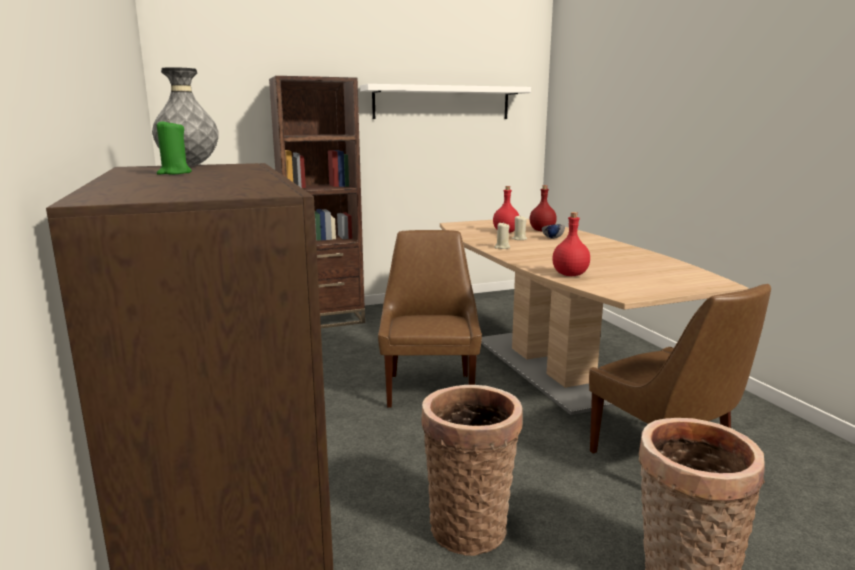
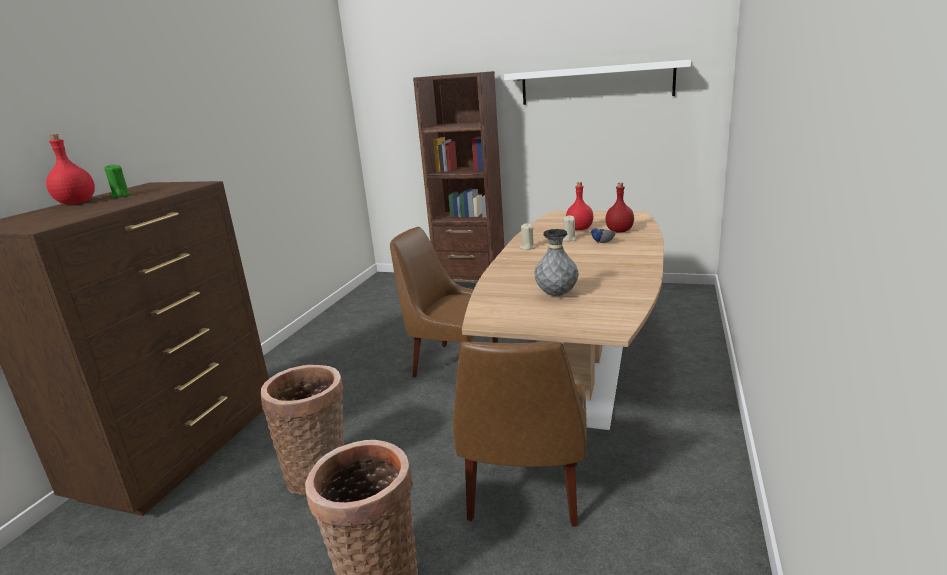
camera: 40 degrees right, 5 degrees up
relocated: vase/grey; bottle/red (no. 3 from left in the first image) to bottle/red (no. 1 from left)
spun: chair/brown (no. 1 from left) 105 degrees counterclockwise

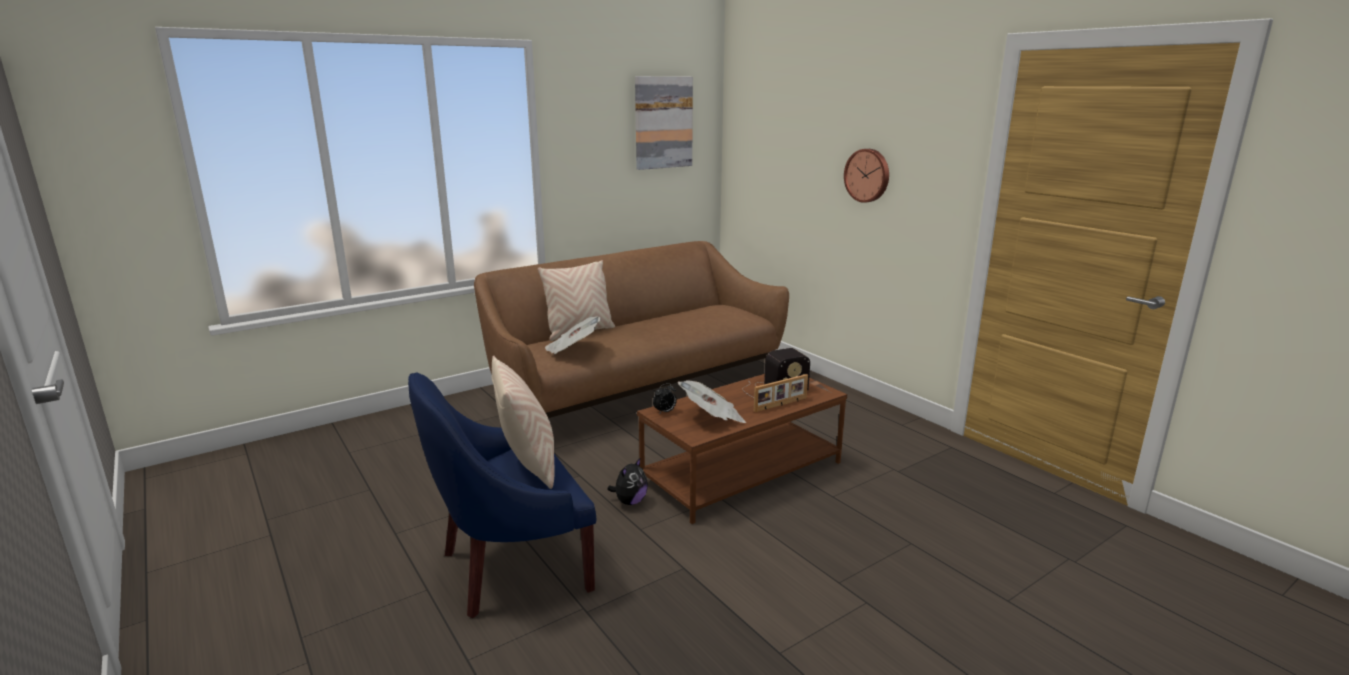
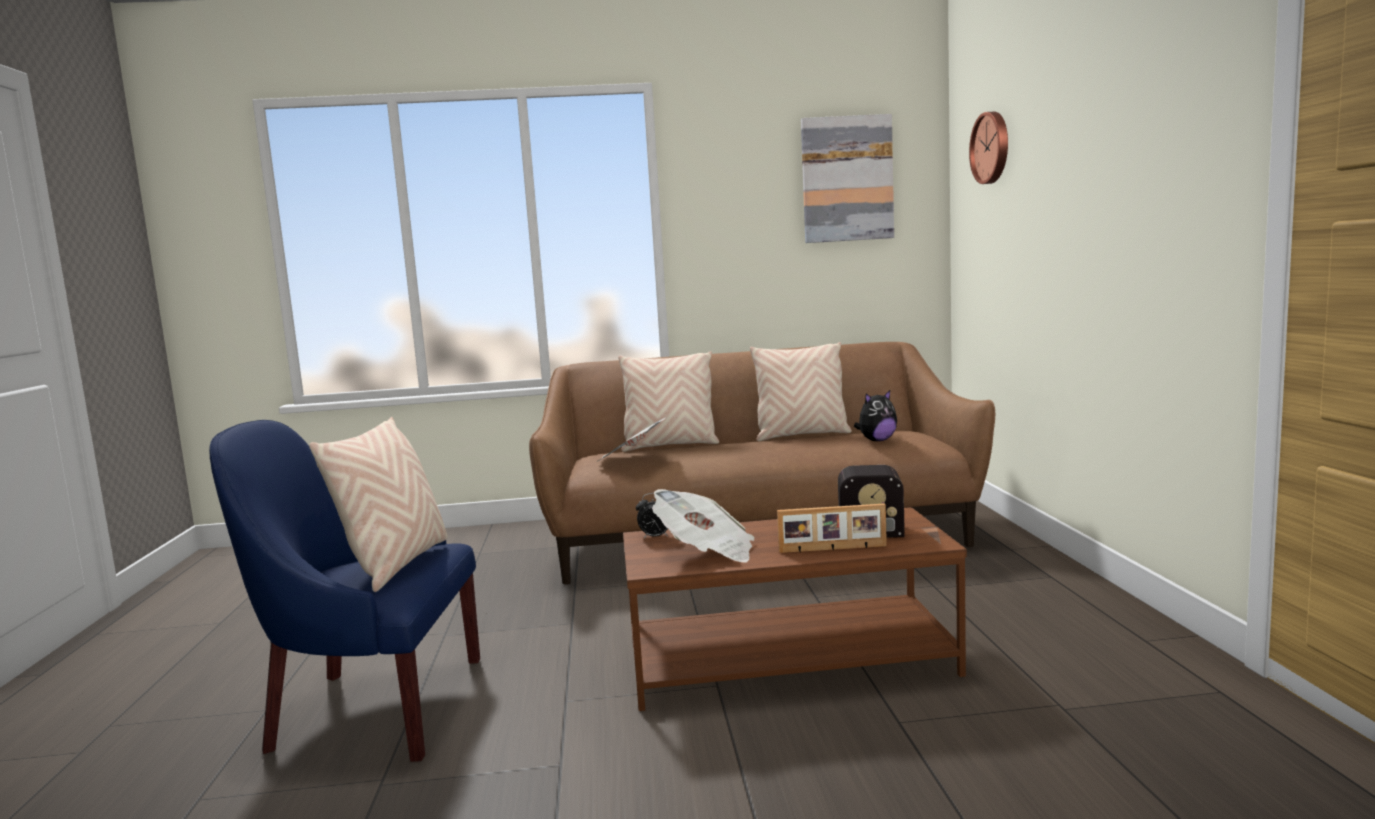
camera: 30 degrees right, 10 degrees down
appeared: pillow/beige (no. 3 from left)
relocated: plush toy; wall clock

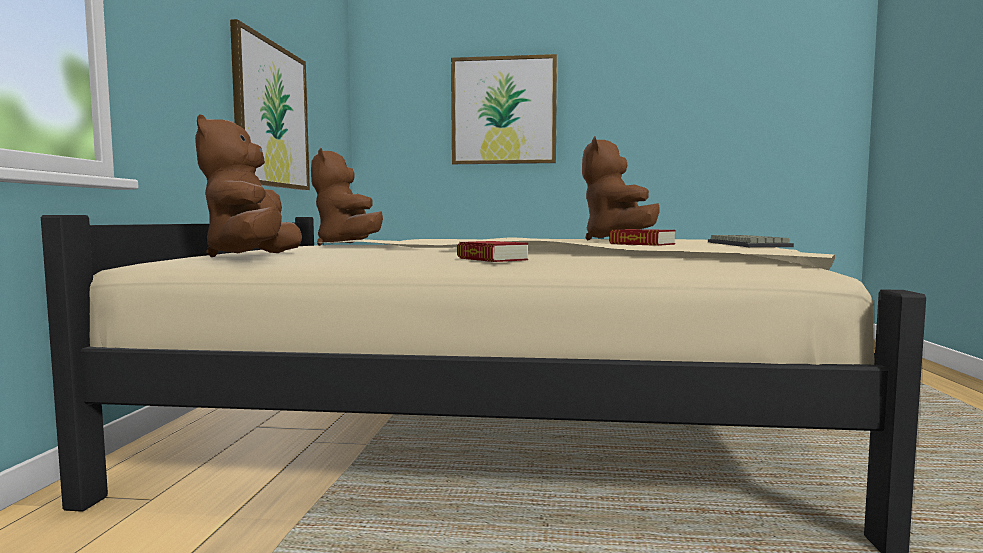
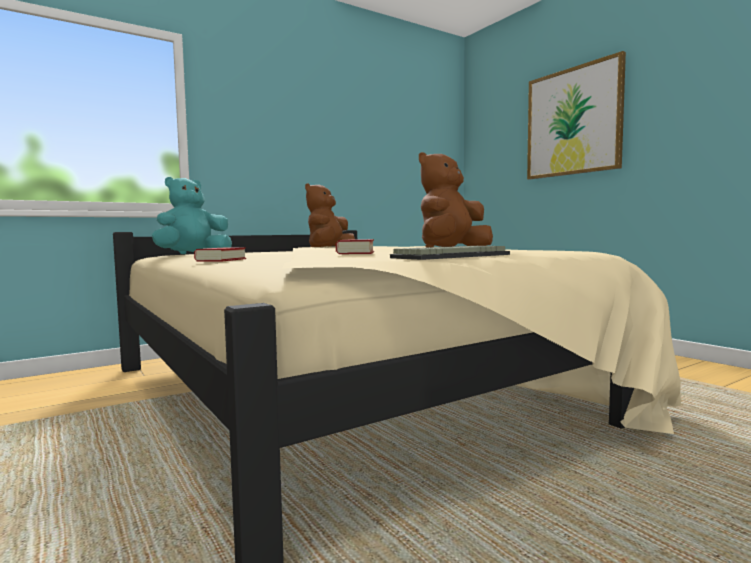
camera: 50 degrees right, 0 degrees up
missing: picture (no. 1 from left)
colour: plush toy/brown (no. 1 from left) to plush toy/turquoise

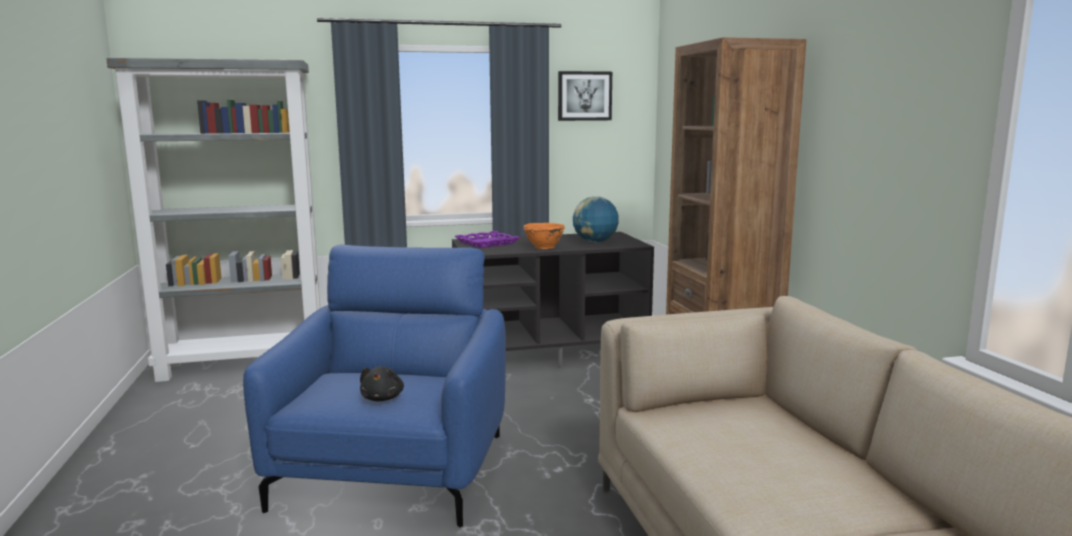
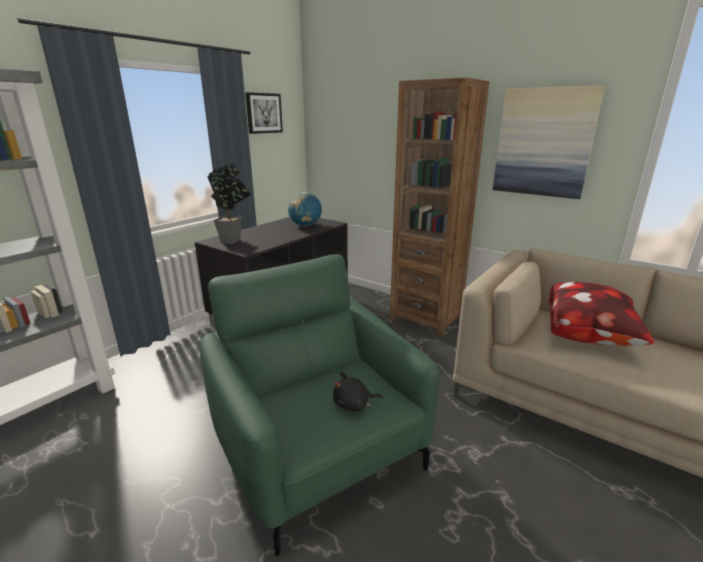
camera: 40 degrees left, 10 degrees up
missing: bowl/orange
appeared: picture (no. 2 from left); pillow
exchanged: tray/purple to potted plant
colour: armchair/blue to armchair/green
spun: plush toy/black 120 degrees clockwise

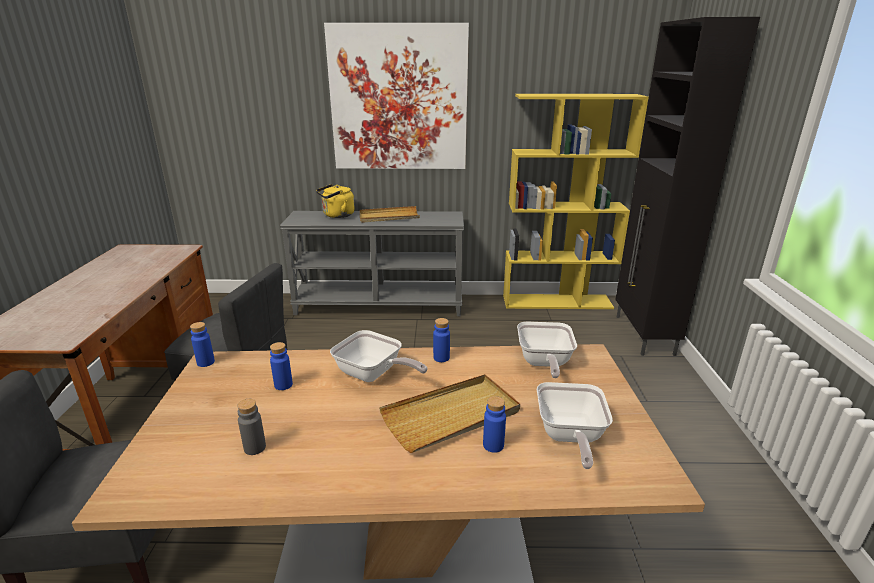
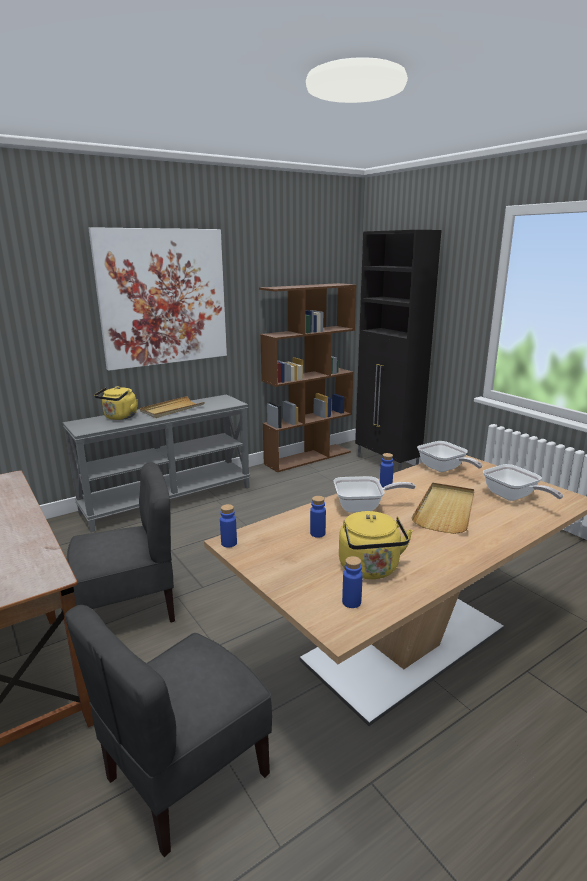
camera: 35 degrees left, 5 degrees down
relocated: bottle/blue (no. 4 from left in the first image) to bottle/blue (no. 3 from left)
exchanged: bottle/grey to kettle/yellow (no. 2 from left)
colour: bookcase/yellow to bookcase/brown

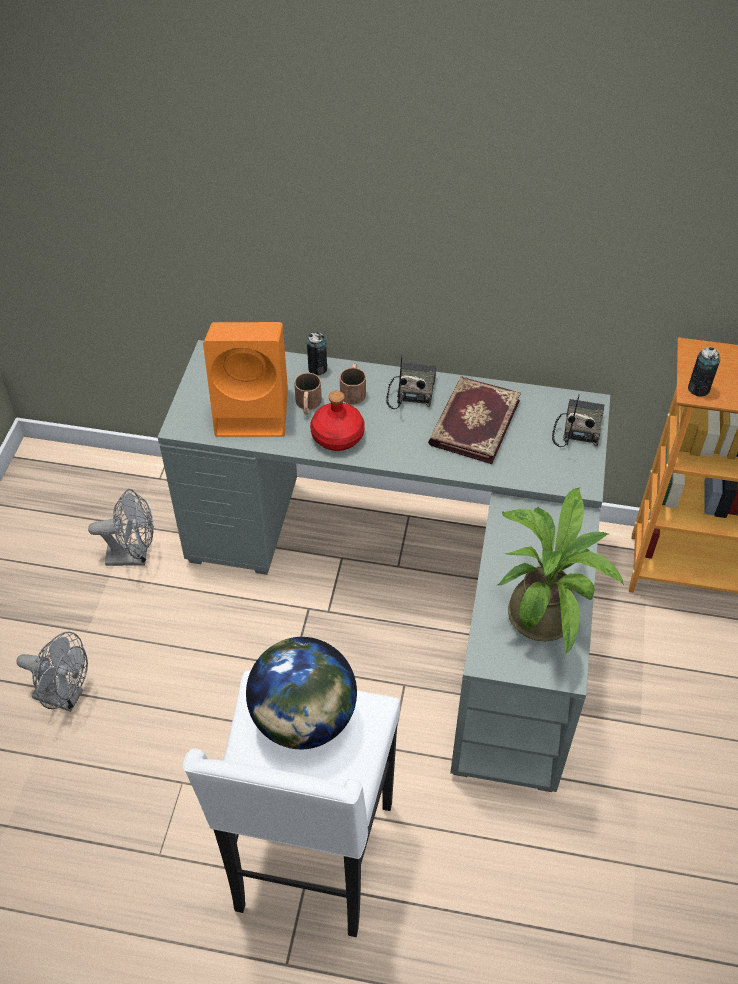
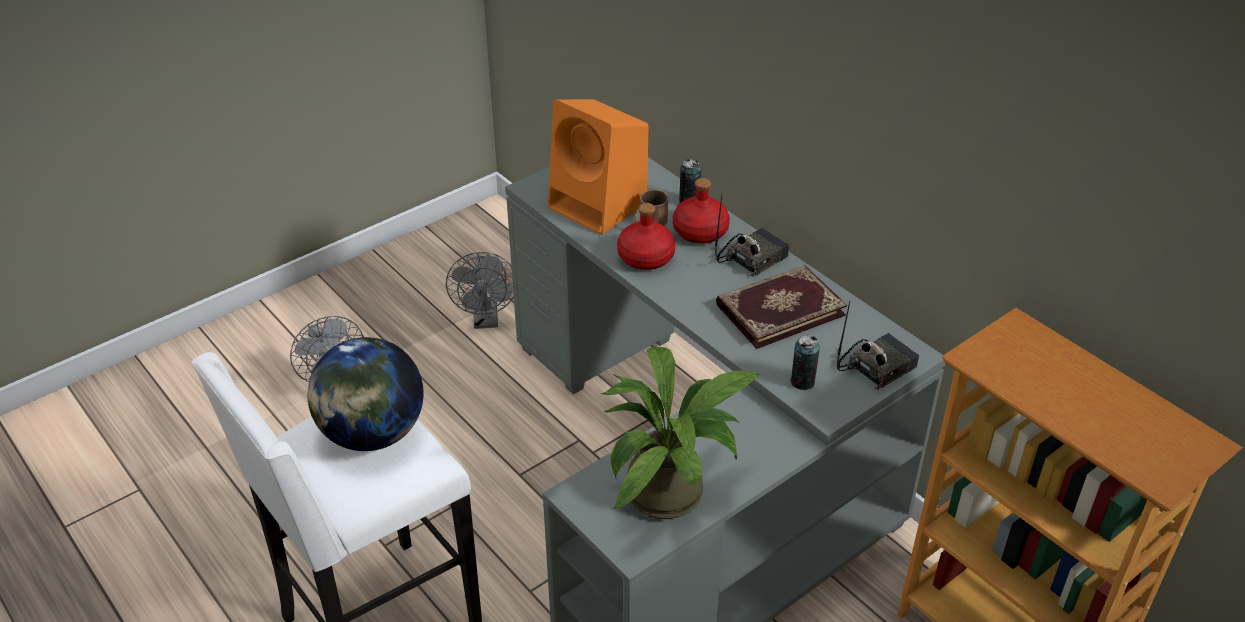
camera: 40 degrees right, 10 degrees down
relocated: can (no. 2 from left)
exchanged: mug/brown (no. 2 from left) to bottle/red (no. 2 from left)
spun: fan/grey (no. 2 from left) 45 degrees clockwise

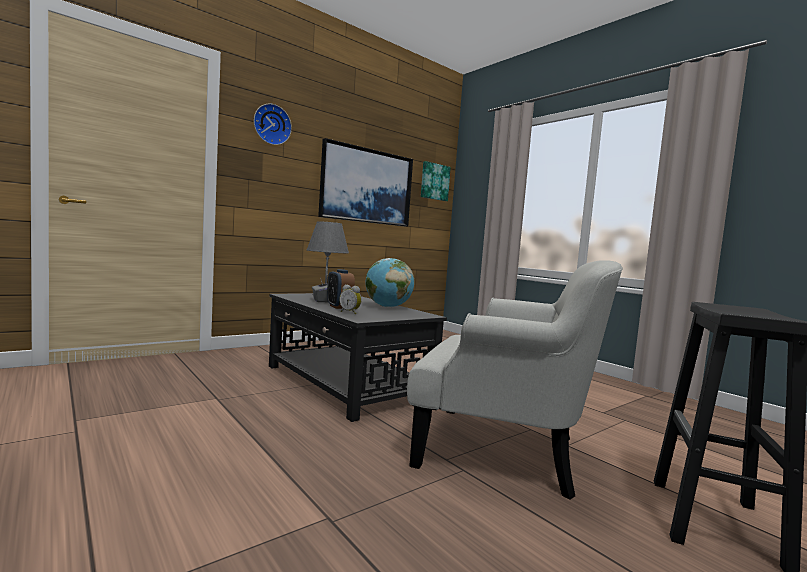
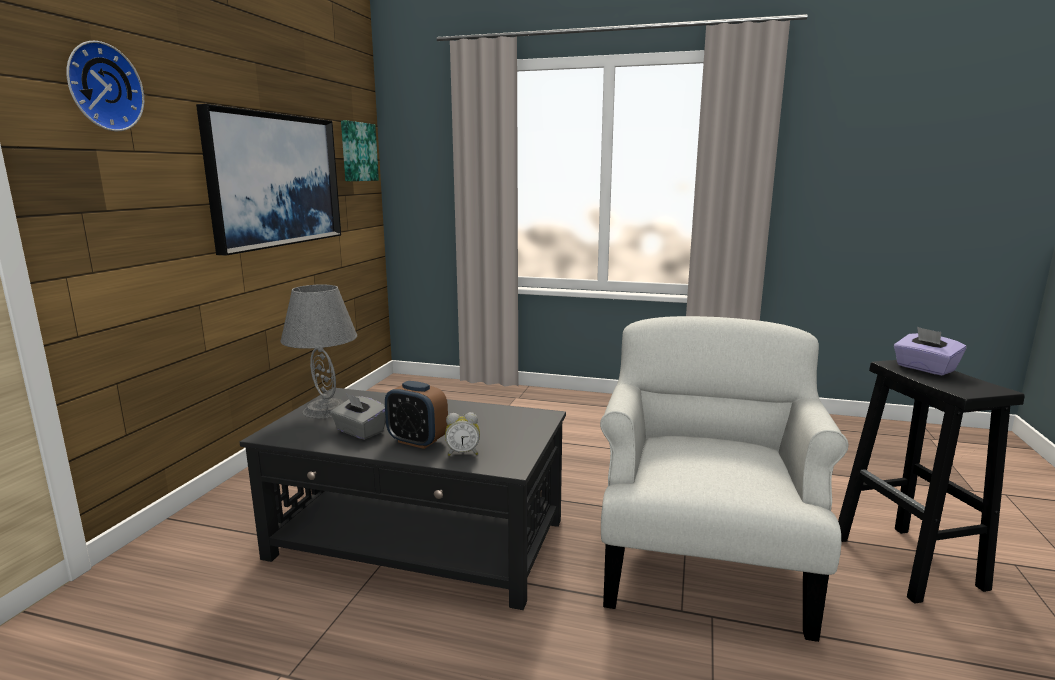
camera: 35 degrees left, 10 degrees up
missing: globe
appeared: tissue box/purple
spun: armchair/white 60 degrees counterclockwise

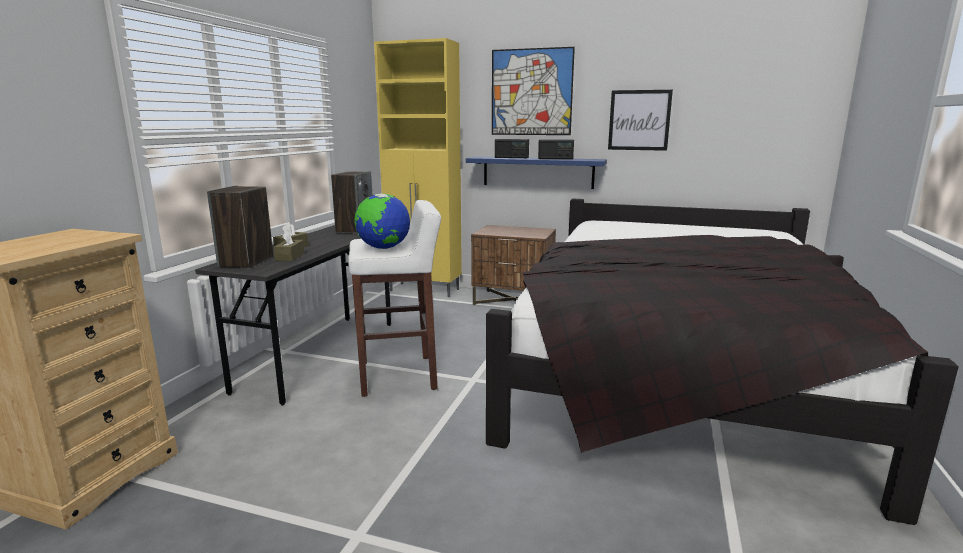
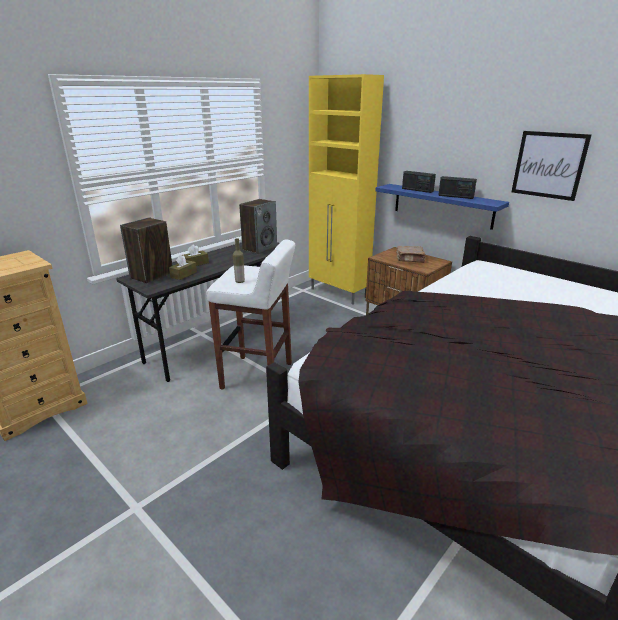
camera: 25 degrees right, 10 degrees up
missing: picture (no. 1 from left)
appeared: book/brown
exchanged: globe to bottle

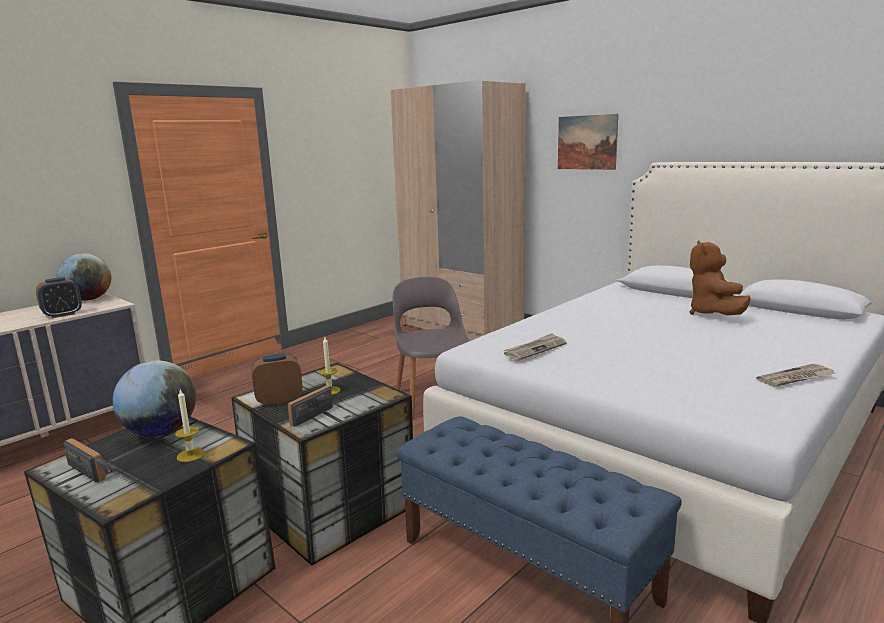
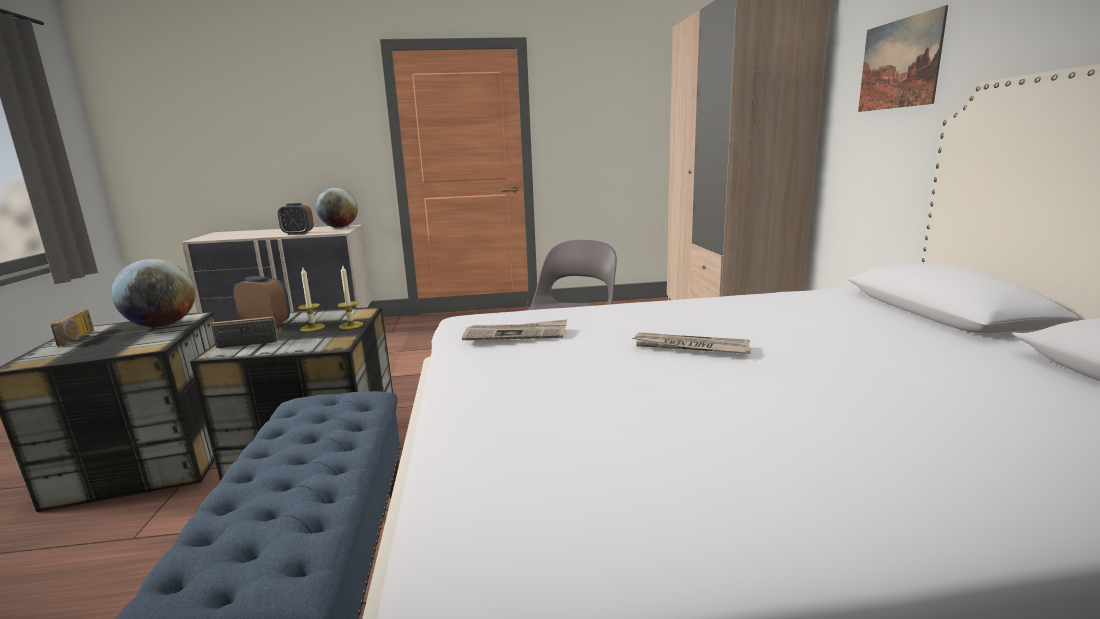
camera: 40 degrees right, 0 degrees up
missing: plush toy/brown
relocated: candle (no. 1 from left in the first image) to candle (no. 2 from left); newspaper (no. 2 from left)

